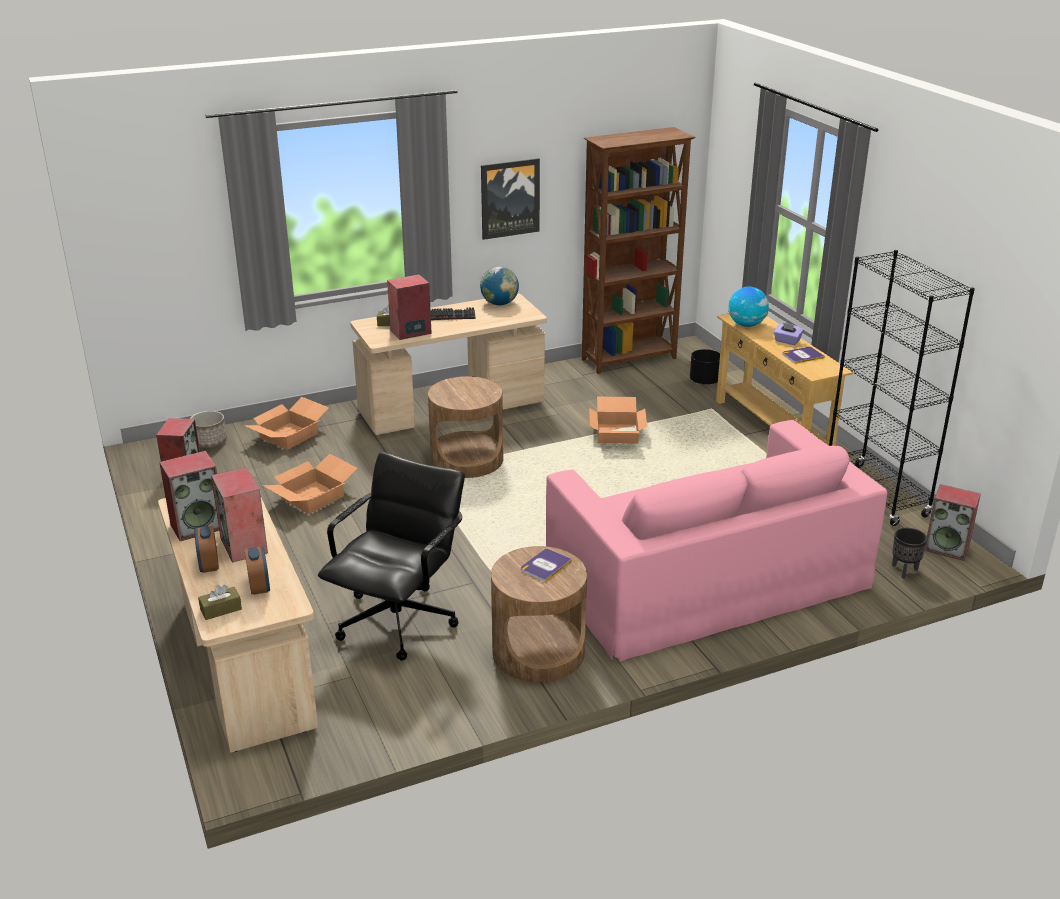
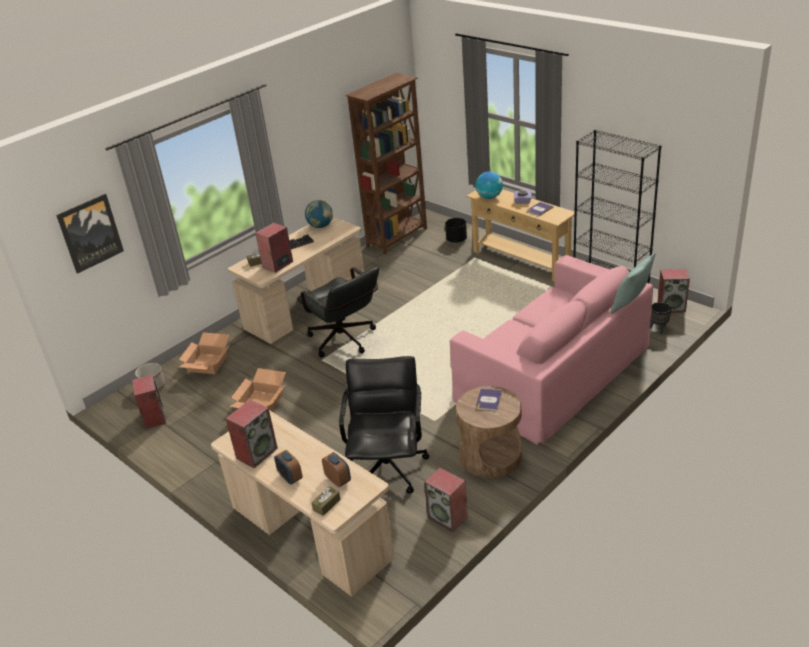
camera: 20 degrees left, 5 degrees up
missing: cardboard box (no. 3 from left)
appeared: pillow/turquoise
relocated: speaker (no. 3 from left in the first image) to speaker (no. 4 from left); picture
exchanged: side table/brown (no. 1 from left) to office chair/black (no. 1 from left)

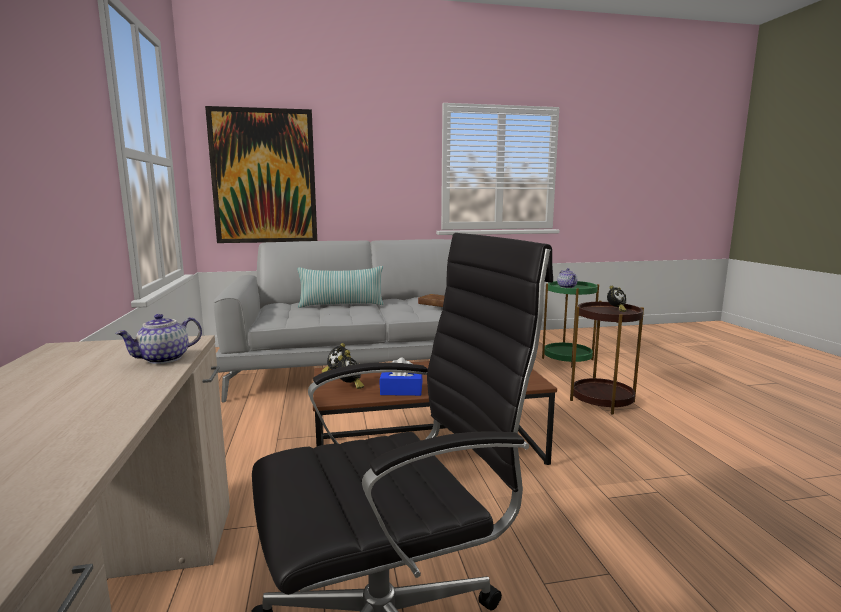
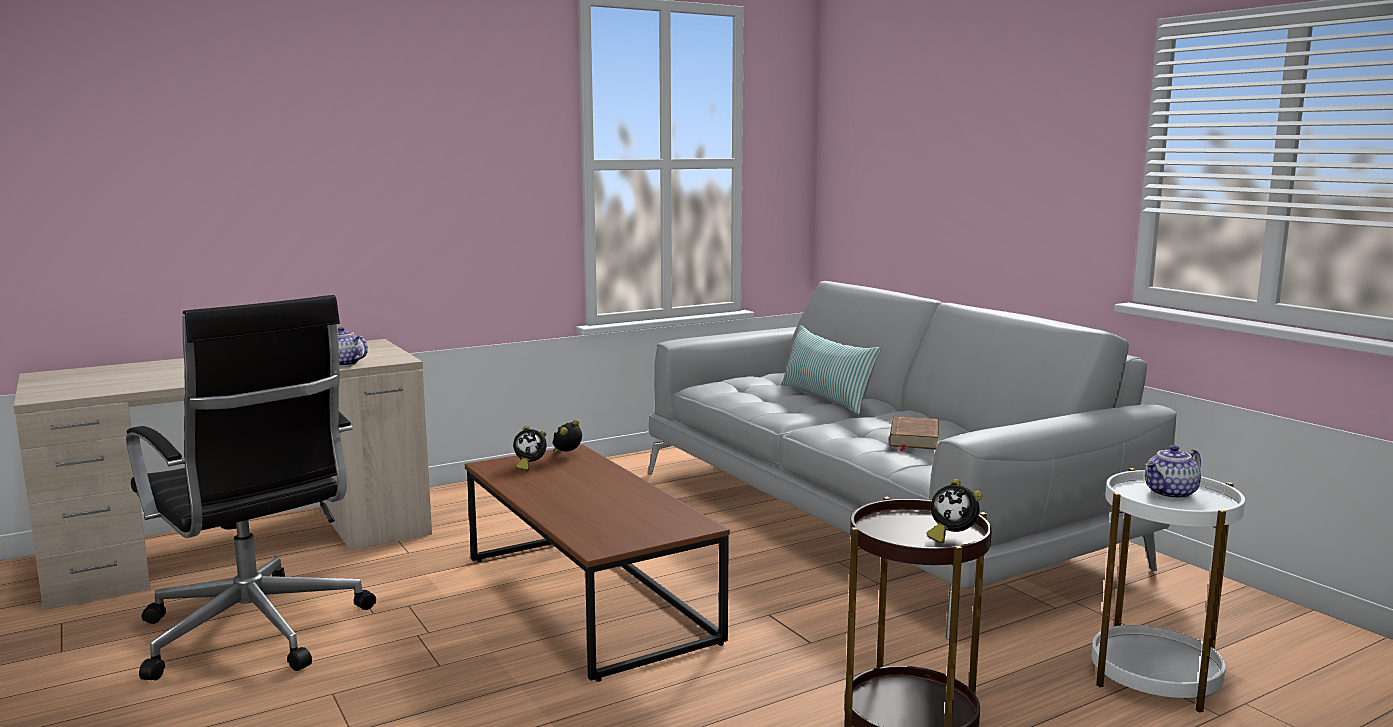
camera: 70 degrees right, 0 degrees up
missing: picture; tissue box/blue
colour: side table/green to side table/white

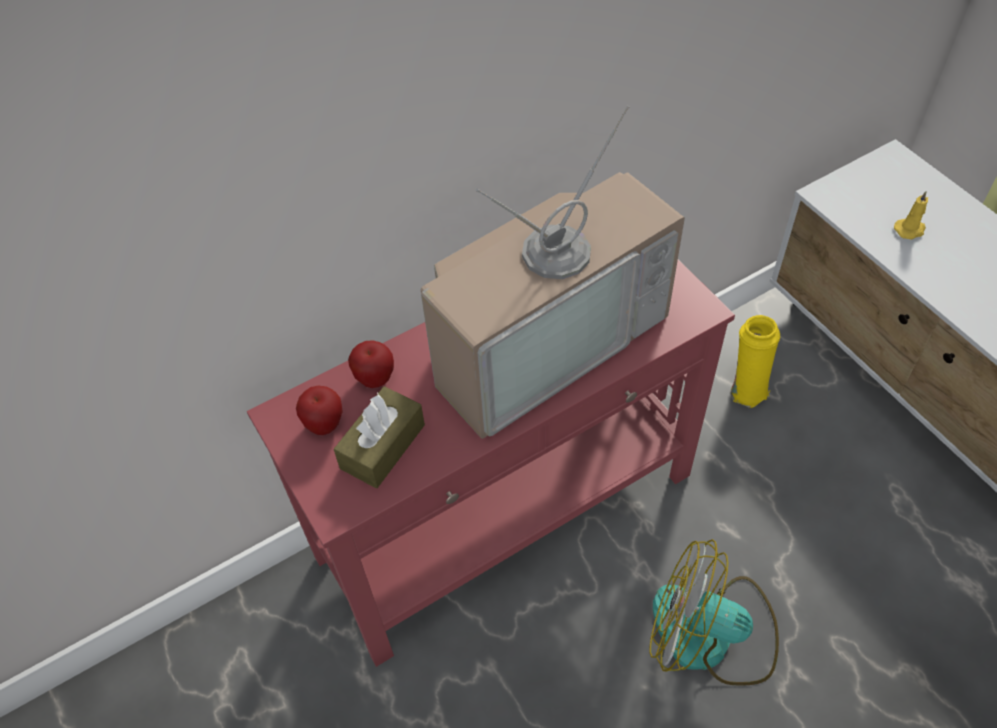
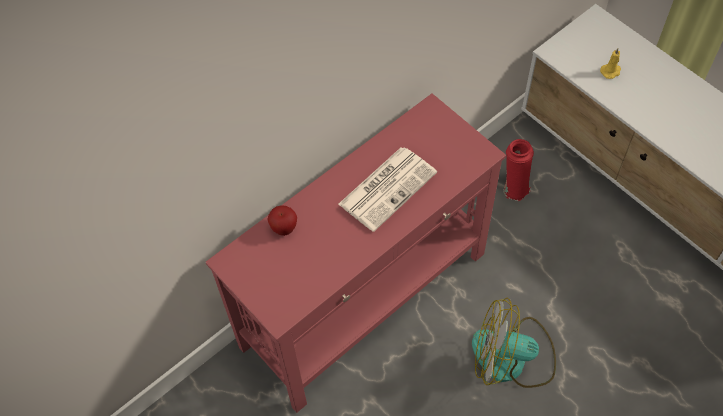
camera: 10 degrees left, 5 degrees up
missing: apple (no. 1 from left); tissue box/brown
exchanged: television to newspaper
colour: vase/yellow to vase/red

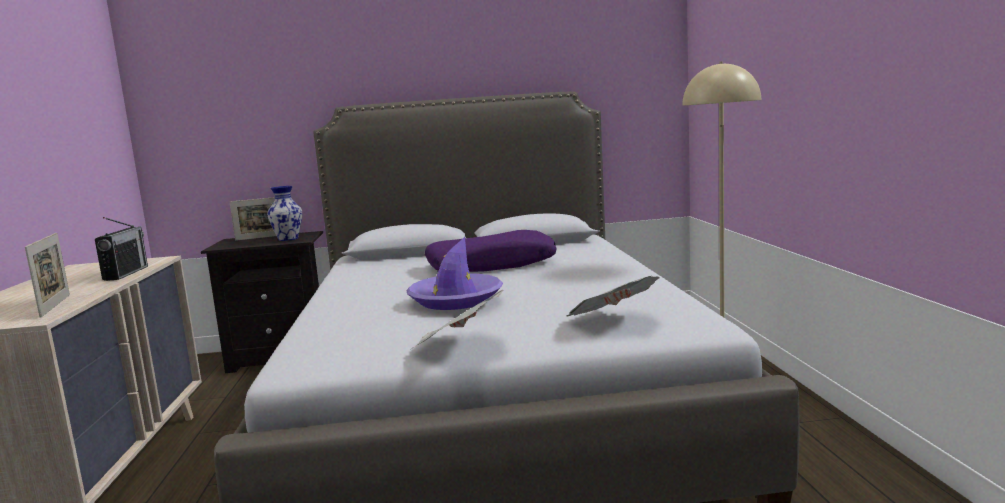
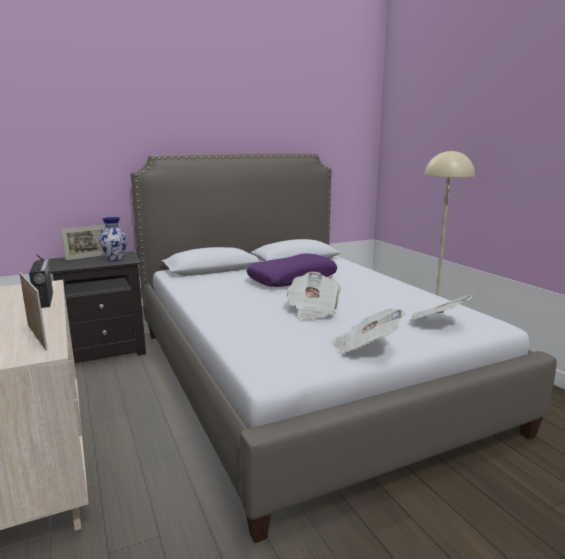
camera: 20 degrees left, 5 degrees up
exchanged: hat/purple to newspaper (no. 1 from left)

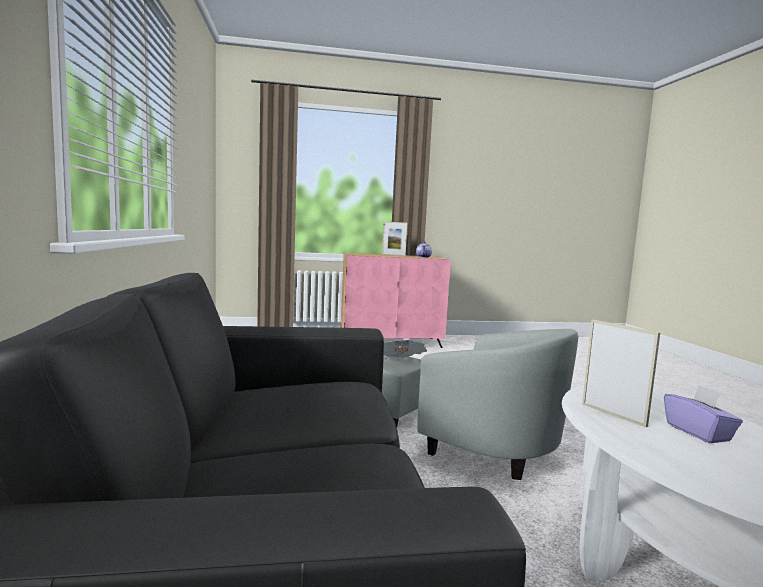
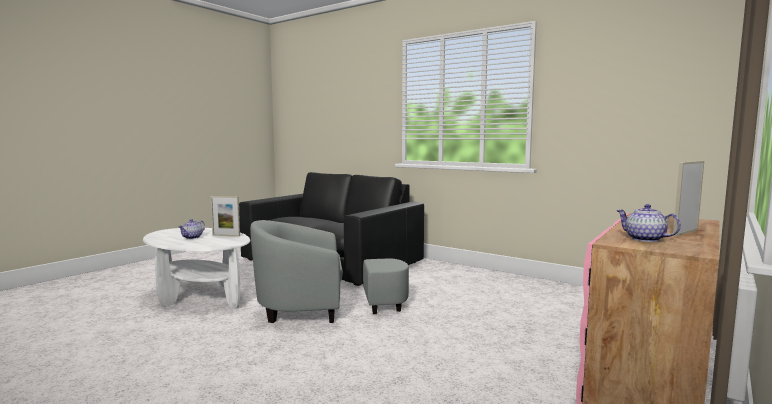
camera: 135 degrees right, 0 degrees up
missing: newspaper
exchanged: tissue box/purple to teapot (no. 1 from left)

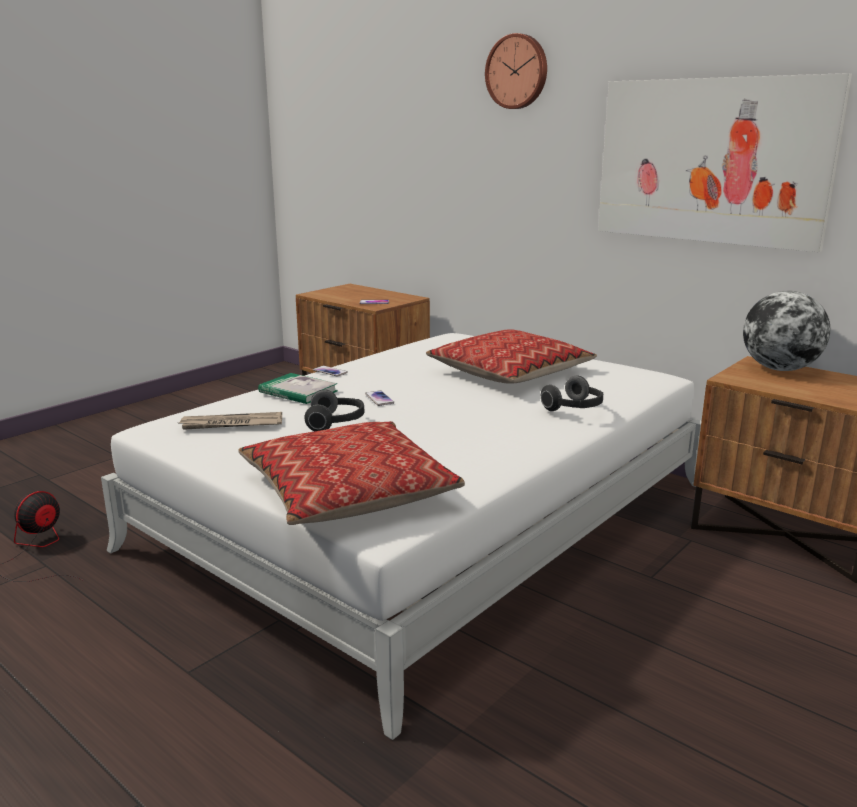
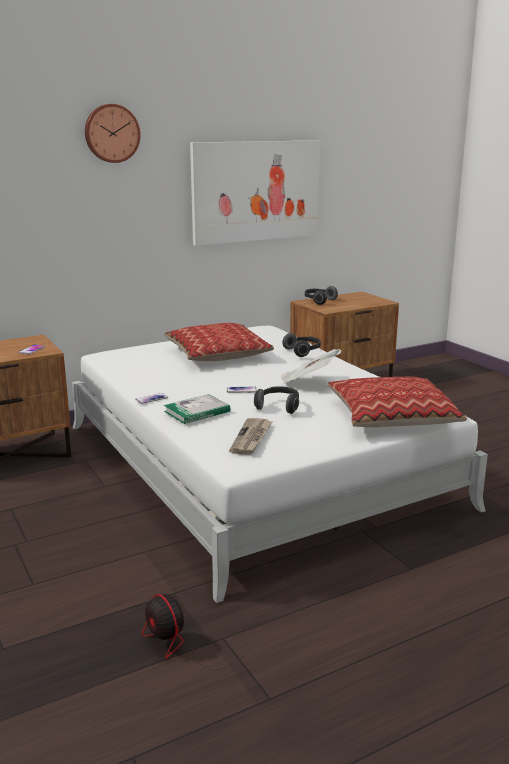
camera: 70 degrees left, 0 degrees up
appeared: newspaper (no. 2 from left)
exchanged: globe to headphones (no. 3 from left)

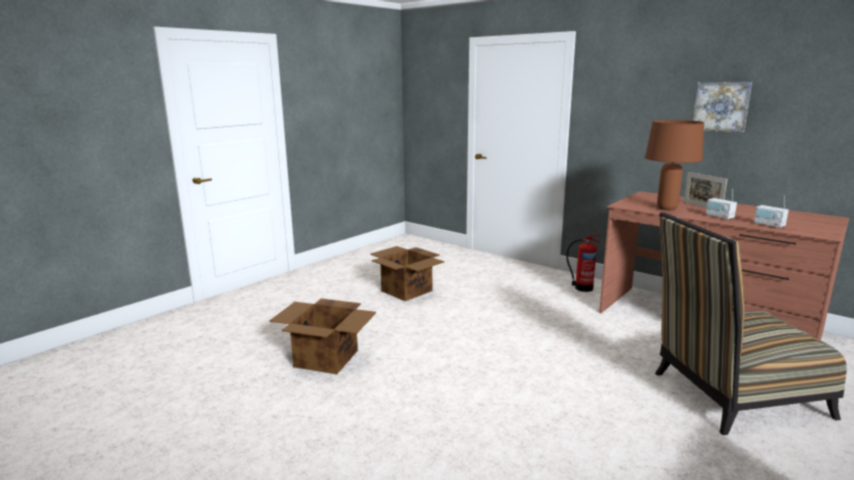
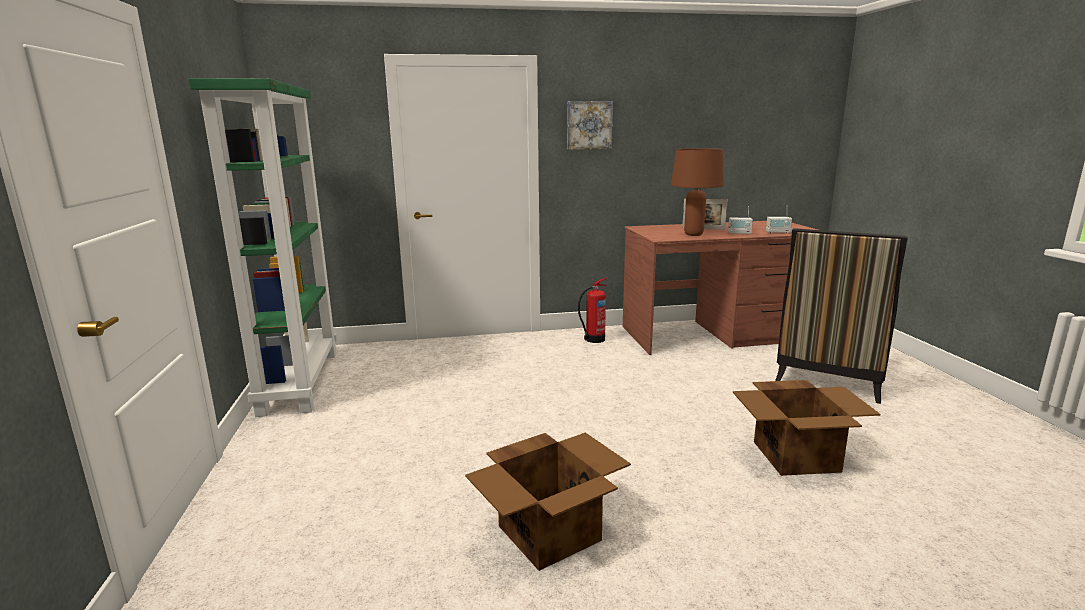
camera: 50 degrees left, 0 degrees up
appeared: bookcase/green
relocated: cardboard box (no. 2 from left); picture

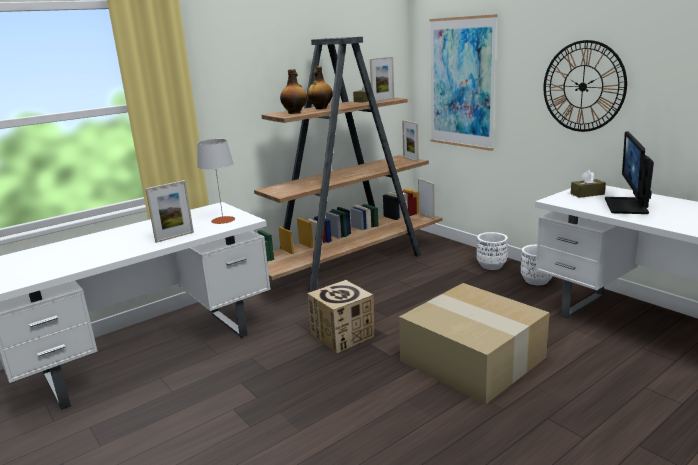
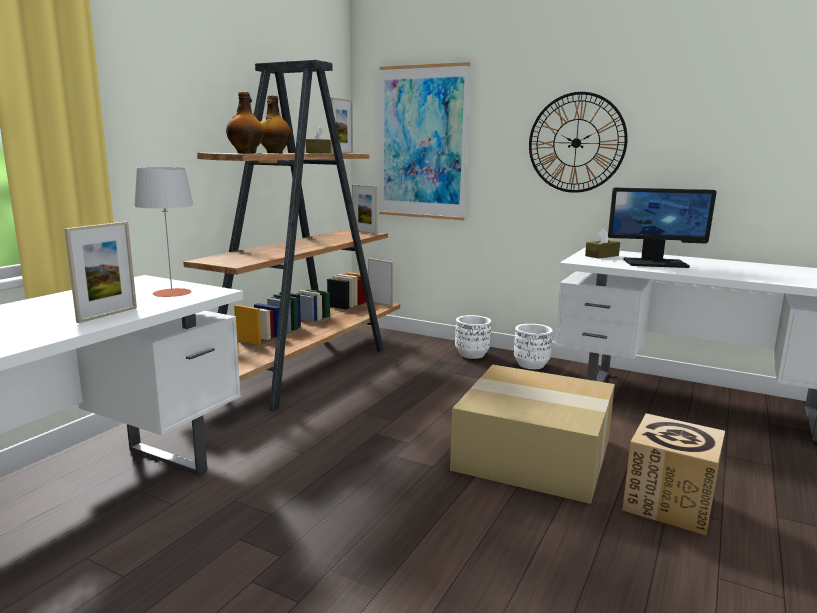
camera: 25 degrees left, 5 degrees down
relocated: cardboard box (no. 1 from left in the first image) to cardboard box (no. 2 from left)
spun: monitor 75 degrees counterclockwise

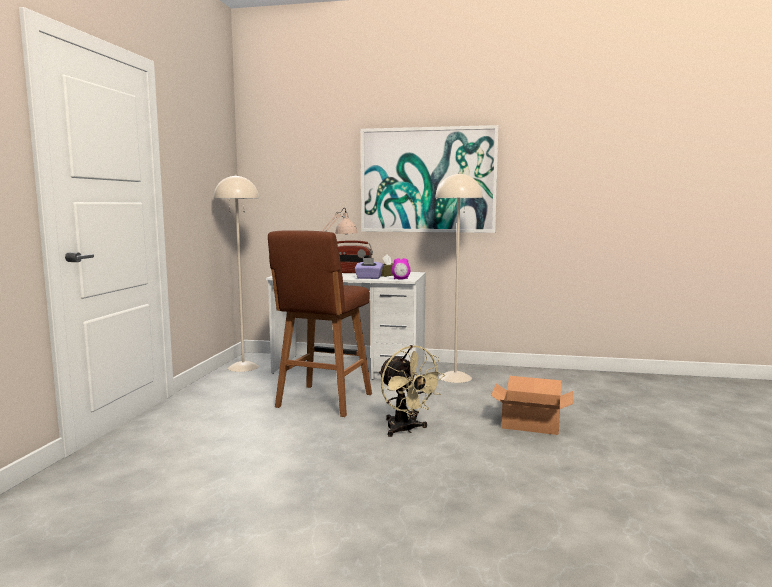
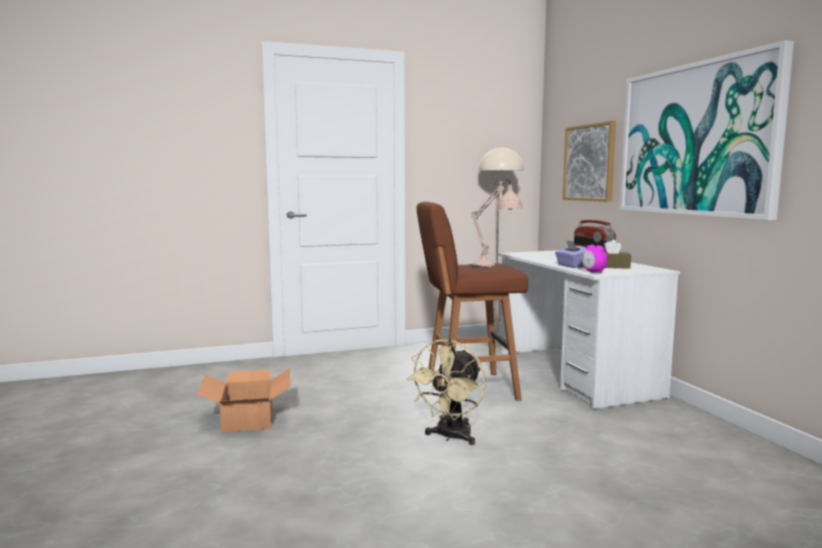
camera: 60 degrees right, 0 degrees up
missing: floor lamp/beige (no. 2 from left)
appeared: picture (no. 1 from left)
relocated: cardboard box

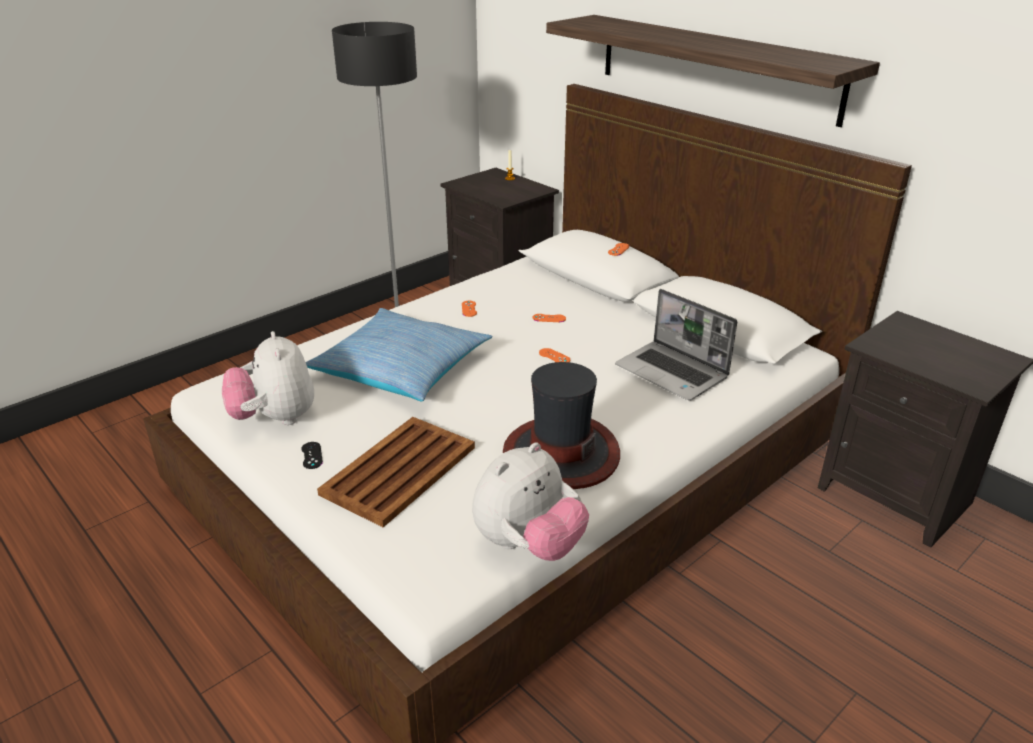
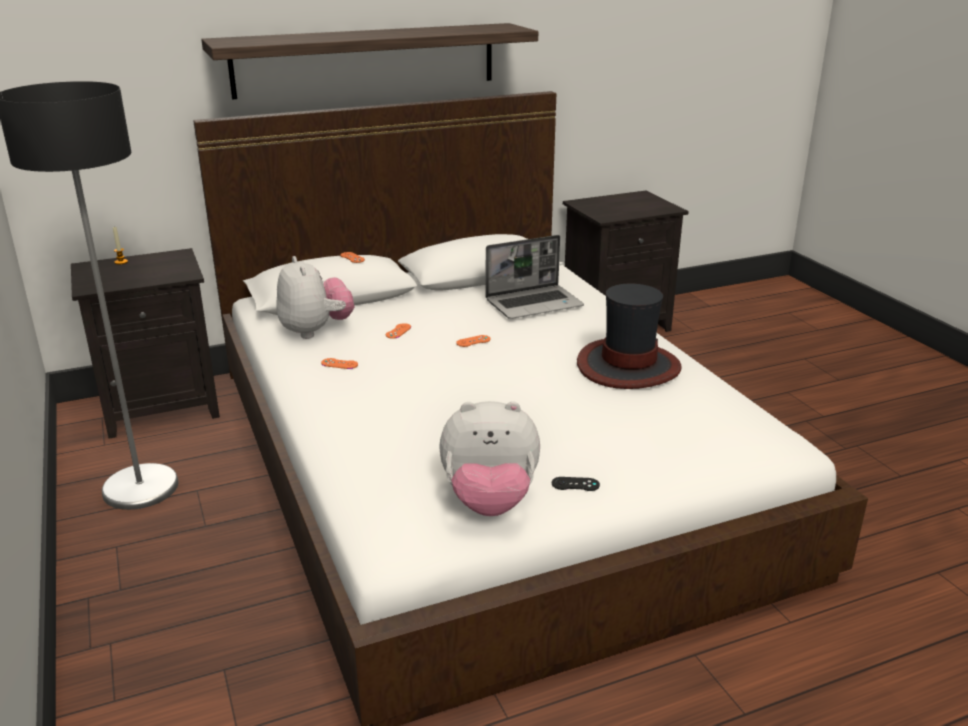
camera: 70 degrees left, 5 degrees down
missing: pillow; tray/brown
relocated: plush toy (no. 2 from left in the first image) to plush toy (no. 1 from left)

